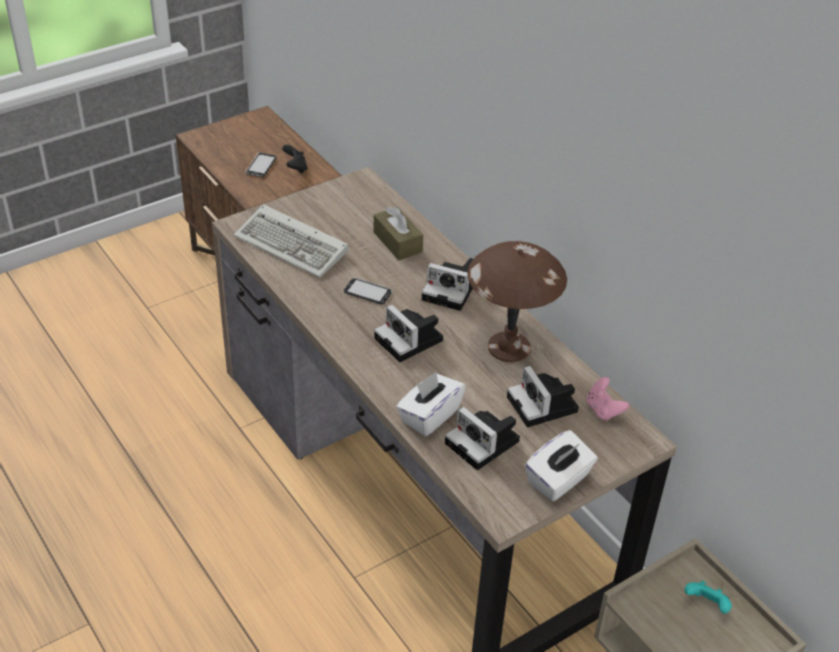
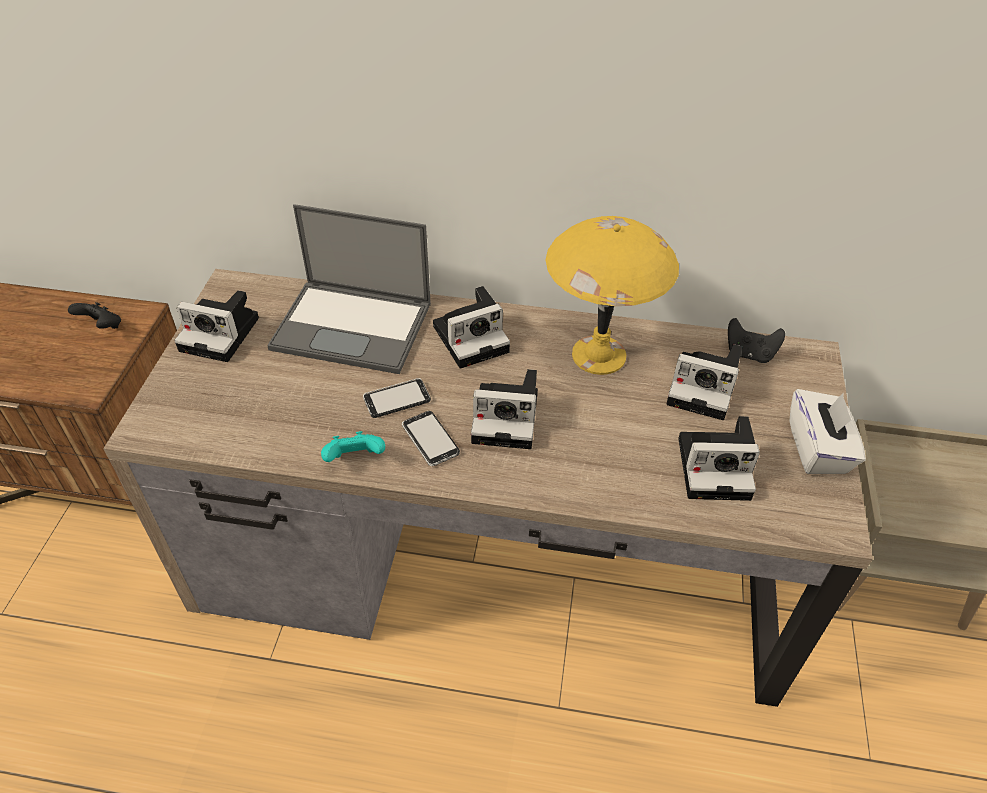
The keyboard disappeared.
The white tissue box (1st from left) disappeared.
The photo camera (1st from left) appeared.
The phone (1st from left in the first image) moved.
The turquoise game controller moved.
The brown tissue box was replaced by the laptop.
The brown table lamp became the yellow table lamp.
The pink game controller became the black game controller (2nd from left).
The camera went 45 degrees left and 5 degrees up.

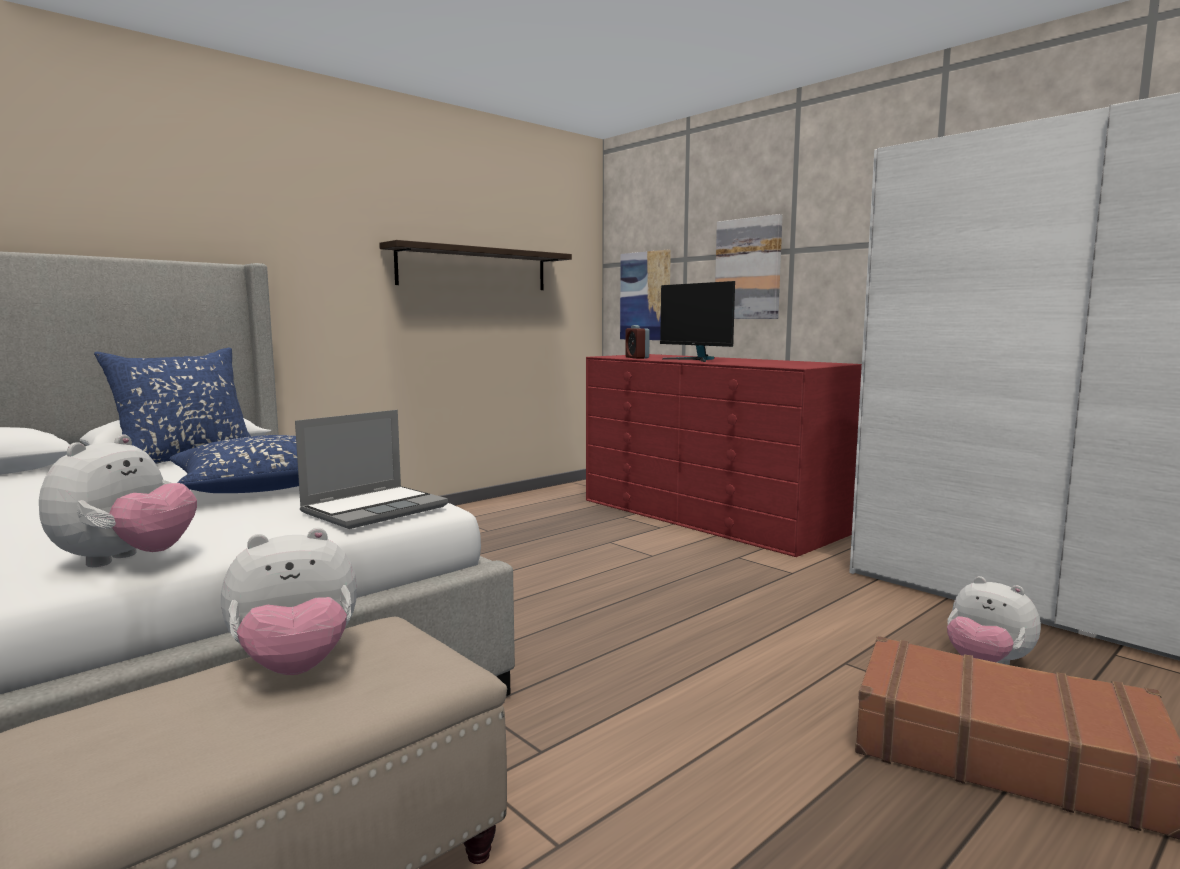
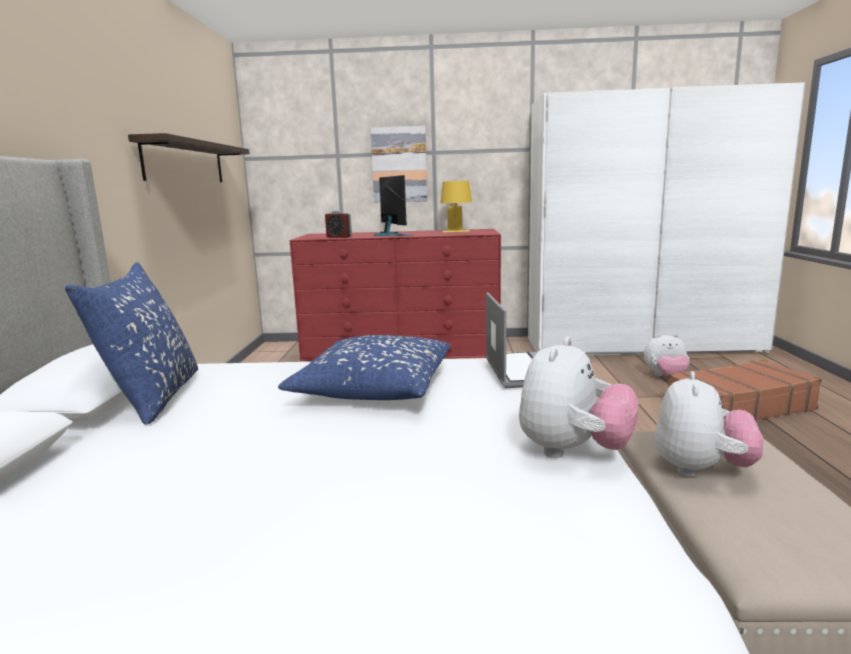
The picture (1st from left) disappeared.
The yellow table lamp appeared.
The plush toy (1st from left) turned 60 degrees clockwise.
The monitor turned 120 degrees counterclockwise.
The camera went 45 degrees left and 5 degrees up.

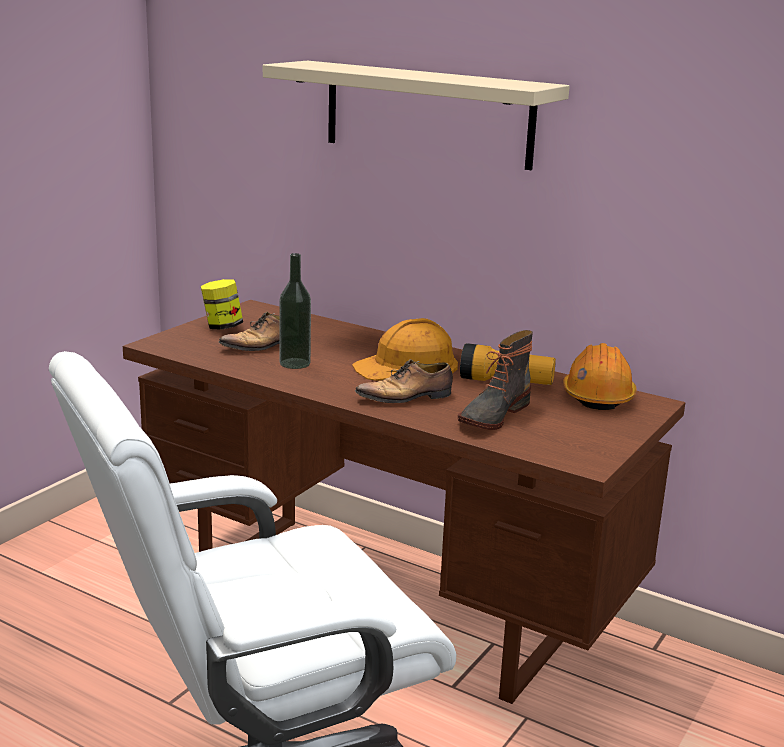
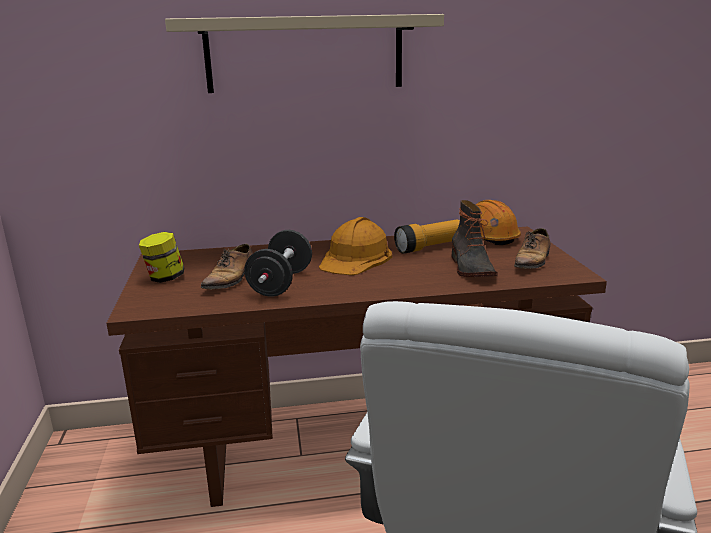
The shoe (2nd from left) moved.
The bottle was replaced by the black dumbbell.
The camera went 40 degrees left and 0 degrees up.

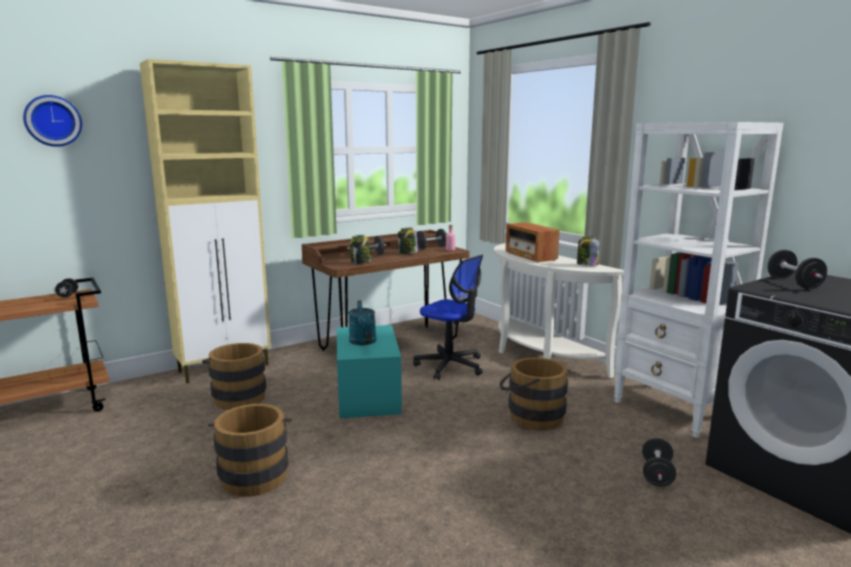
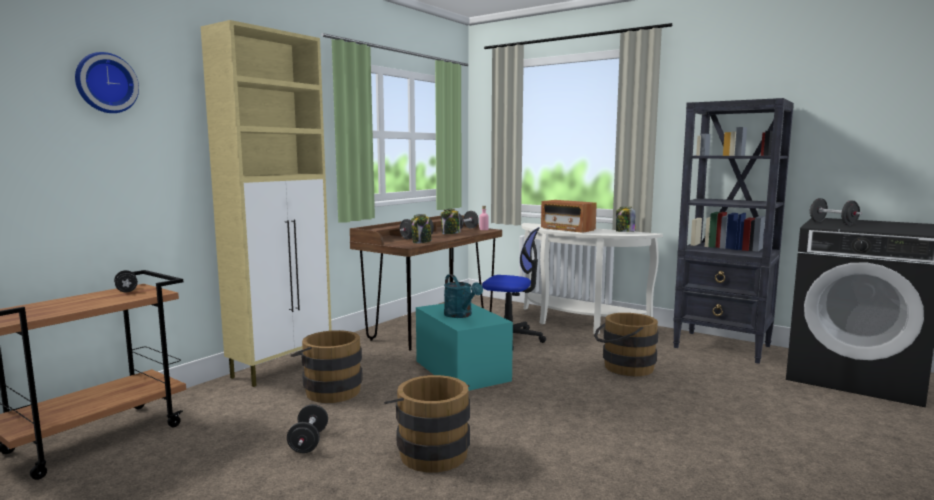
The black dumbbell (4th from left in the first image) moved.
The white bookcase became the black bookcase.
The camera went 20 degrees left and 5 degrees down.

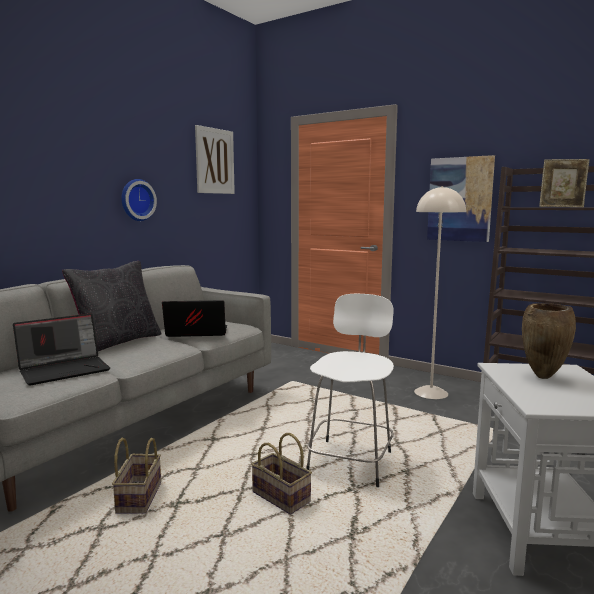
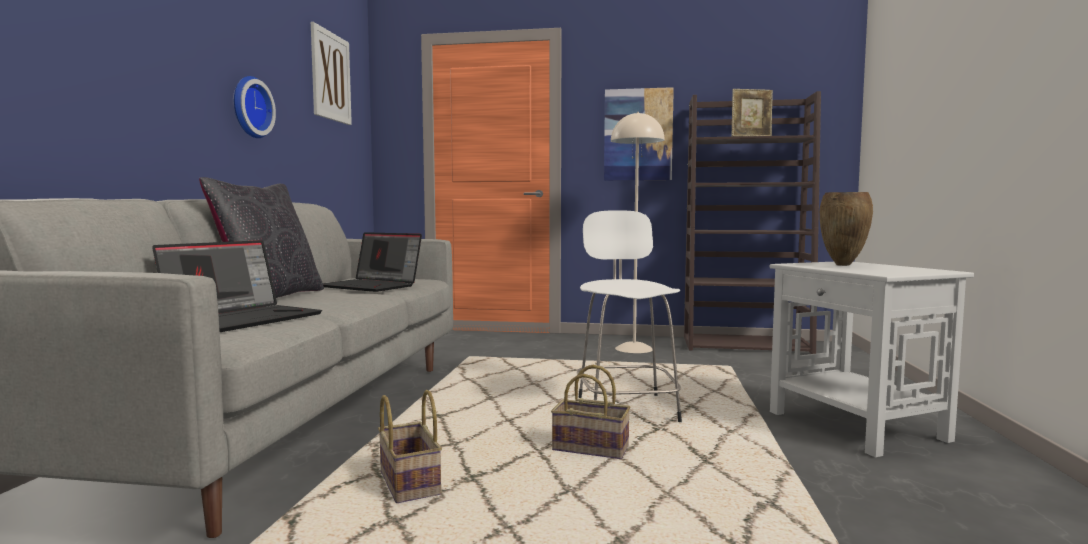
The laptop (2nd from left) turned 120 degrees counterclockwise.
The camera went 25 degrees left and 5 degrees down.

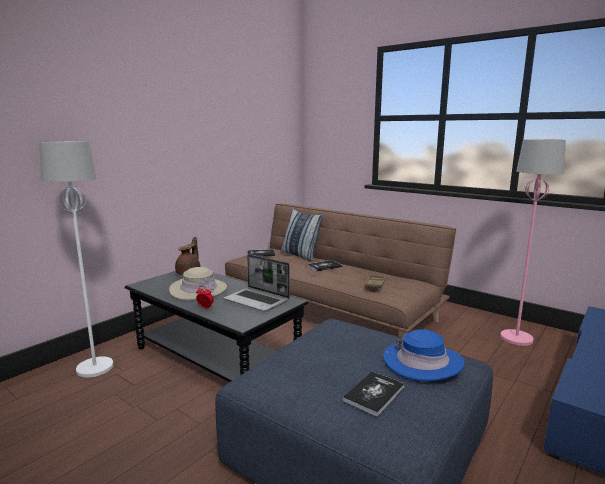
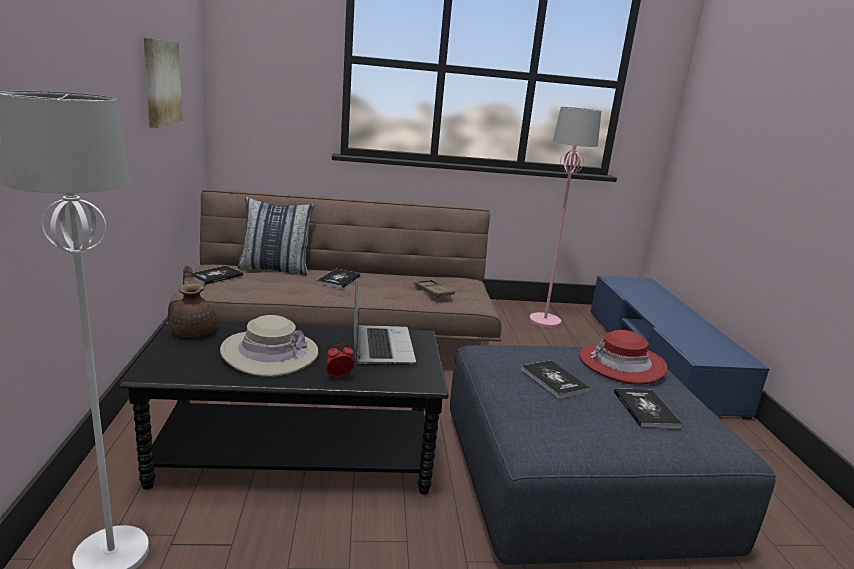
The picture appeared.
The book (3rd from left) appeared.
The blue hat became the red hat.
The laptop turned 90 degrees counterclockwise.
The camera went 45 degrees left and 5 degrees up.

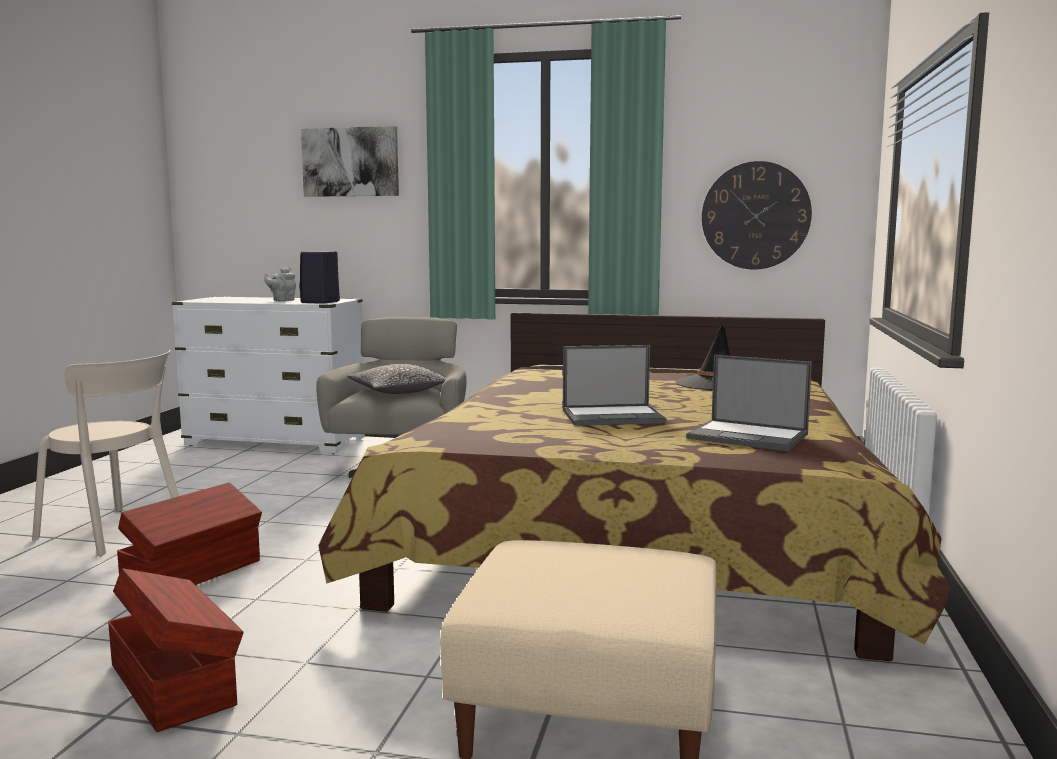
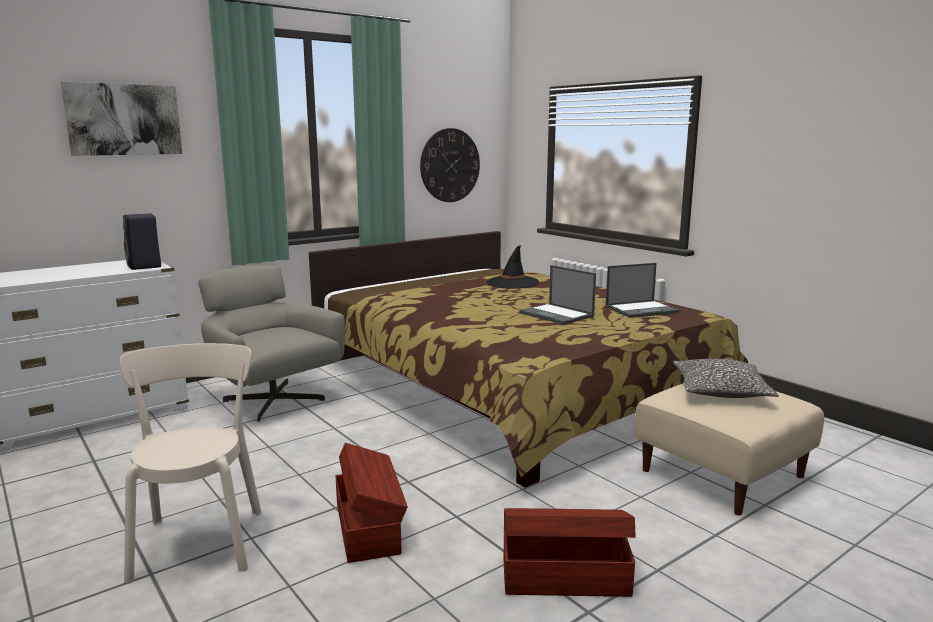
The grey teapot disappeared.
The pillow moved.
The beige chair turned 75 degrees counterclockwise.
The laptop (1st from left) turned 105 degrees clockwise.
The camera went 50 degrees left and 5 degrees up.

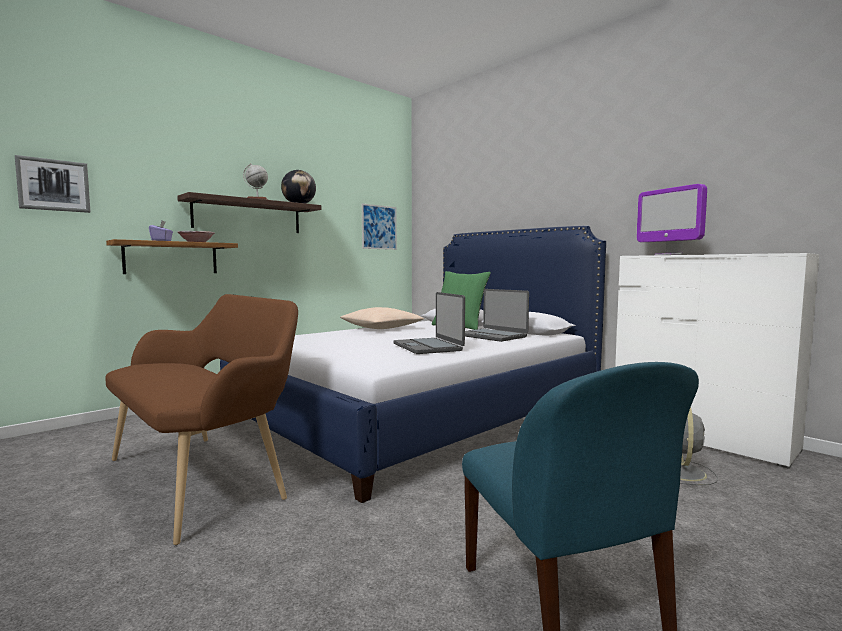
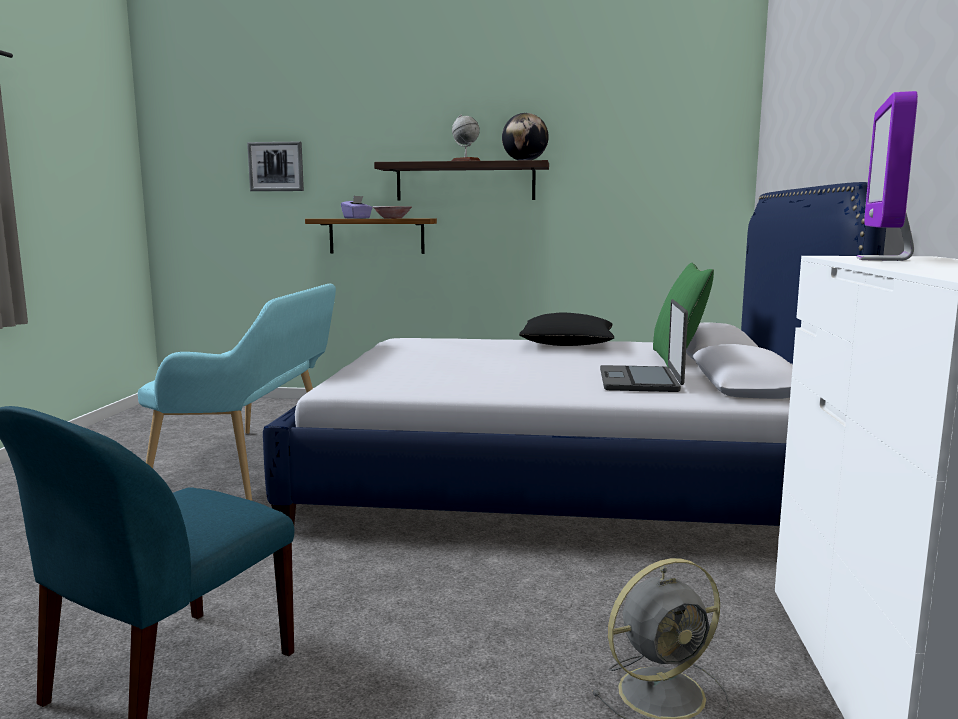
The picture (2nd from left) disappeared.
The laptop (1st from left) disappeared.
The brown bench became the turquoise bench.
The beige pillow became the black pillow.
The camera went 50 degrees right and 5 degrees up.

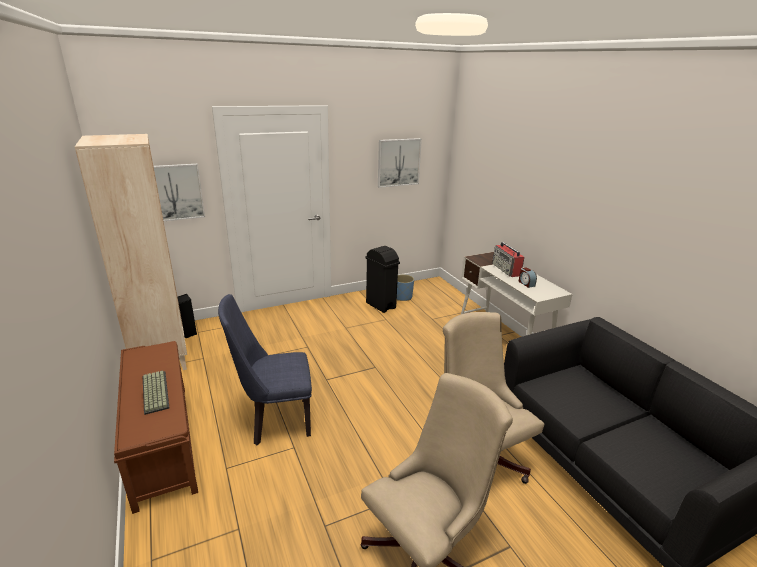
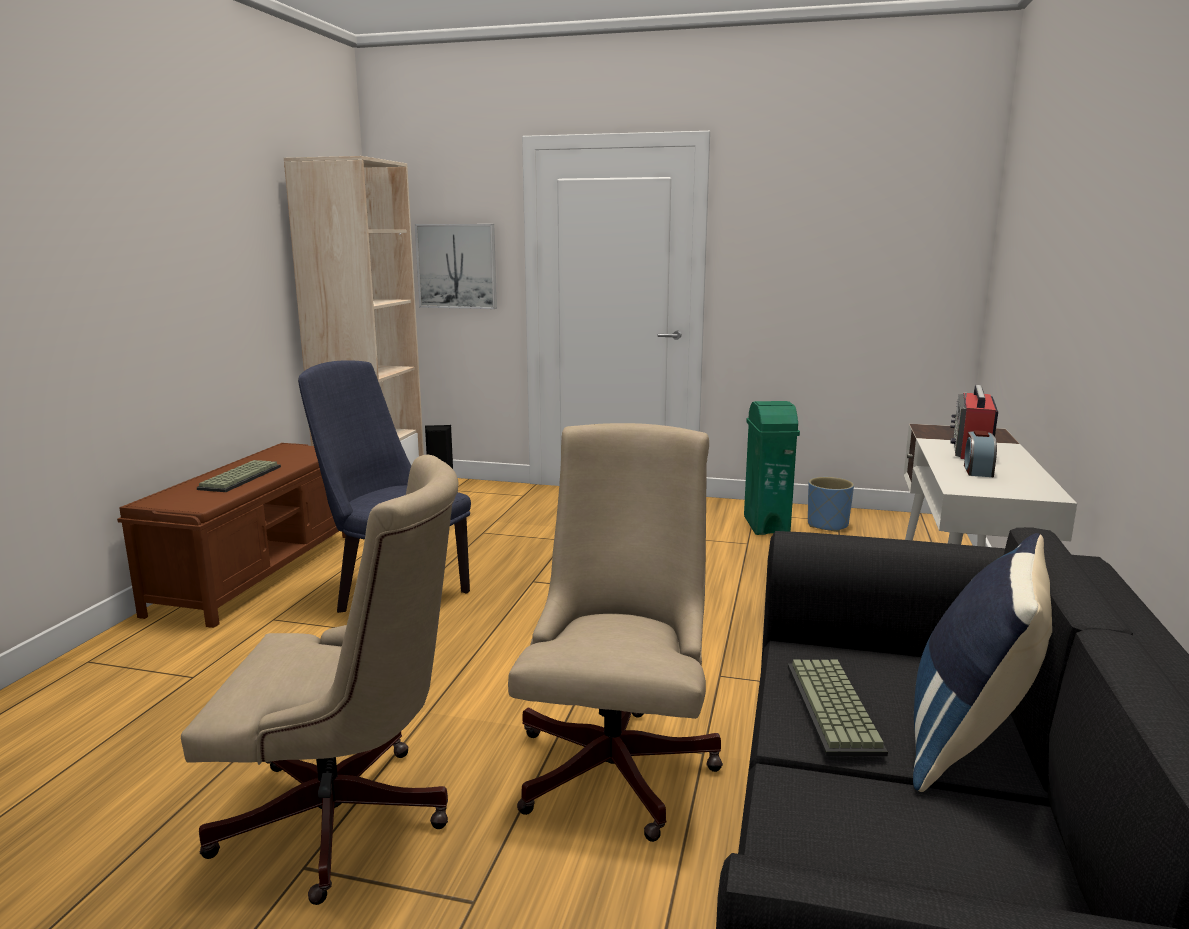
The picture (2nd from left) disappeared.
The keyboard (2nd from left) appeared.
The blue pillow appeared.
The black trash can became the green trash can.
The camera went 40 degrees right and 10 degrees down.

